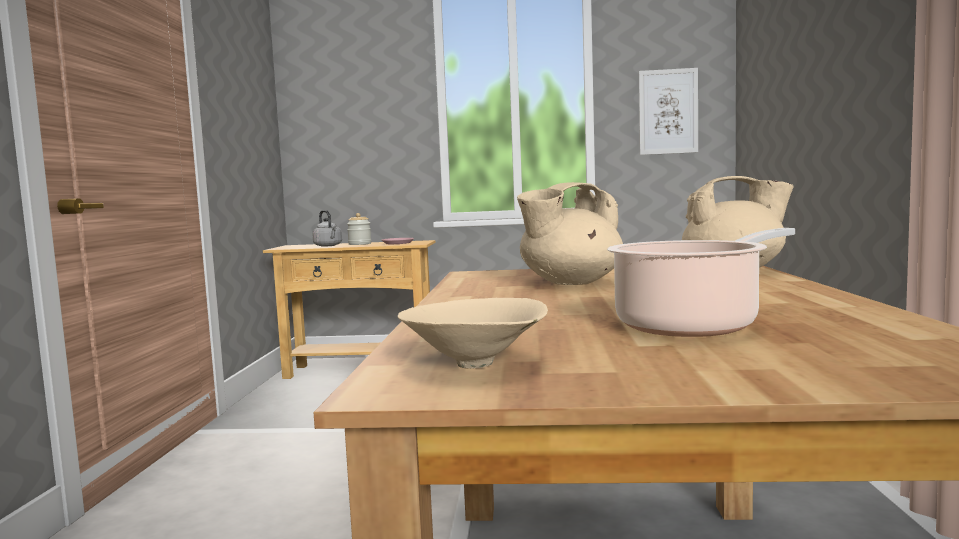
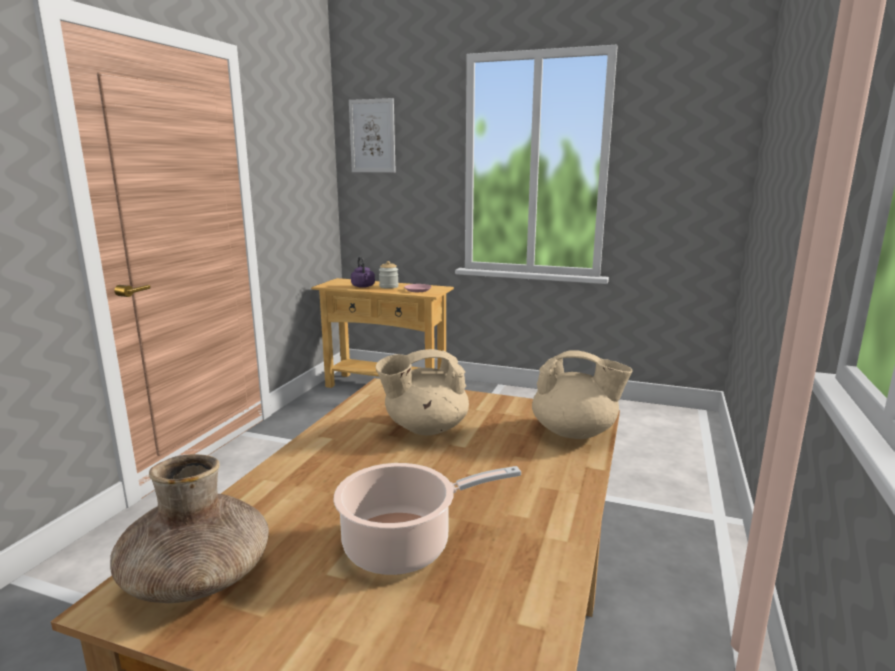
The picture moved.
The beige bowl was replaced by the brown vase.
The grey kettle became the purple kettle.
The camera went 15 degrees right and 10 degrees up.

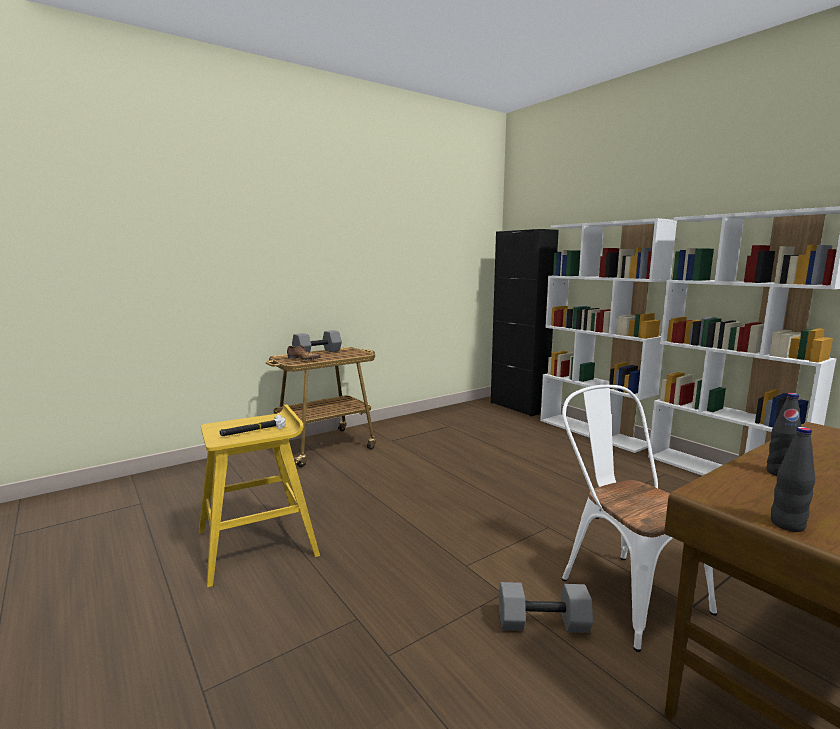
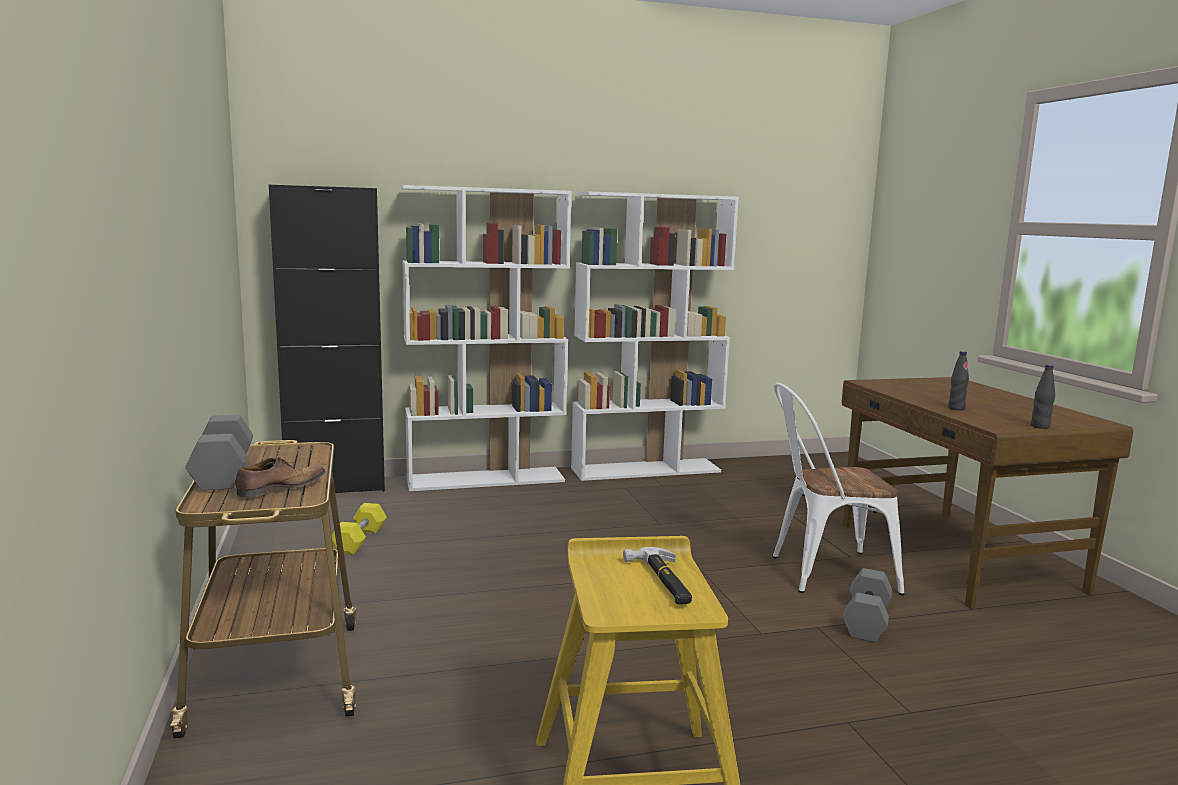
The yellow dumbbell appeared.
The camera went 70 degrees left and 0 degrees up.

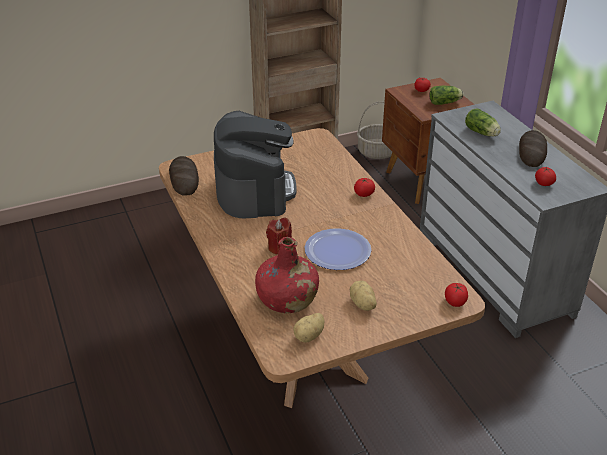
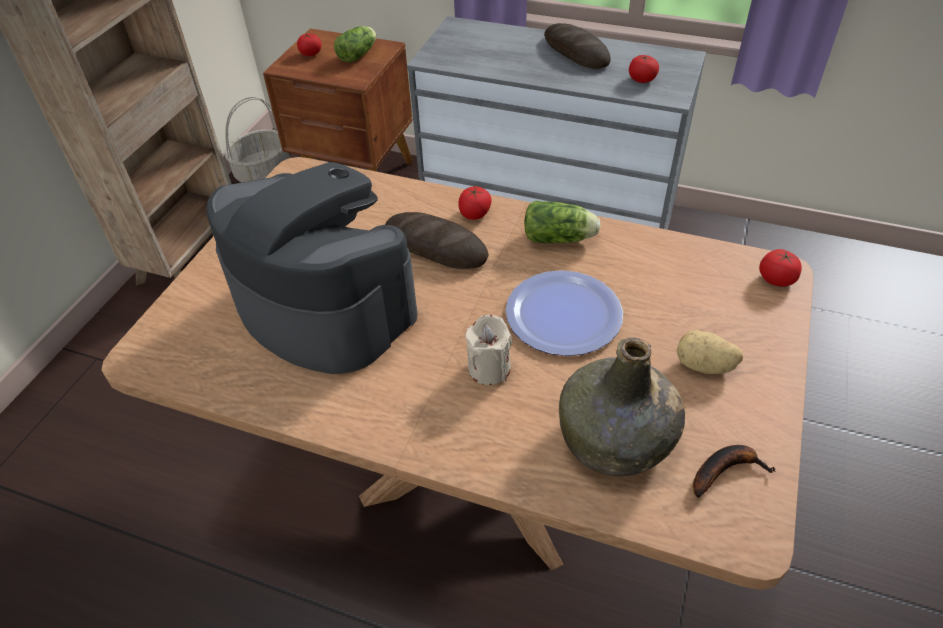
The bread (1st from left) moved.
The lettuce (2nd from left) moved.
The potato (1st from left) was replaced by the banana.
The red bottle became the green bottle.
The red candle became the beige candle.
The camera went 45 degrees left and 10 degrees up.

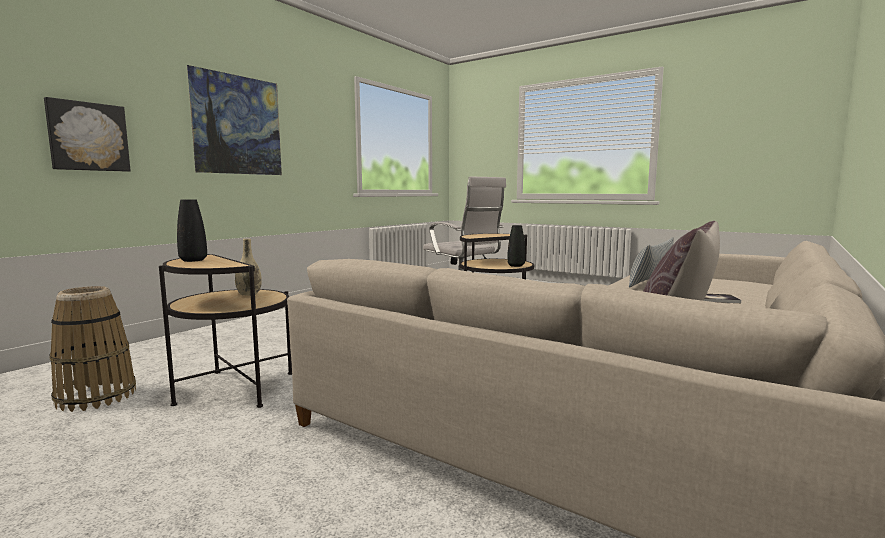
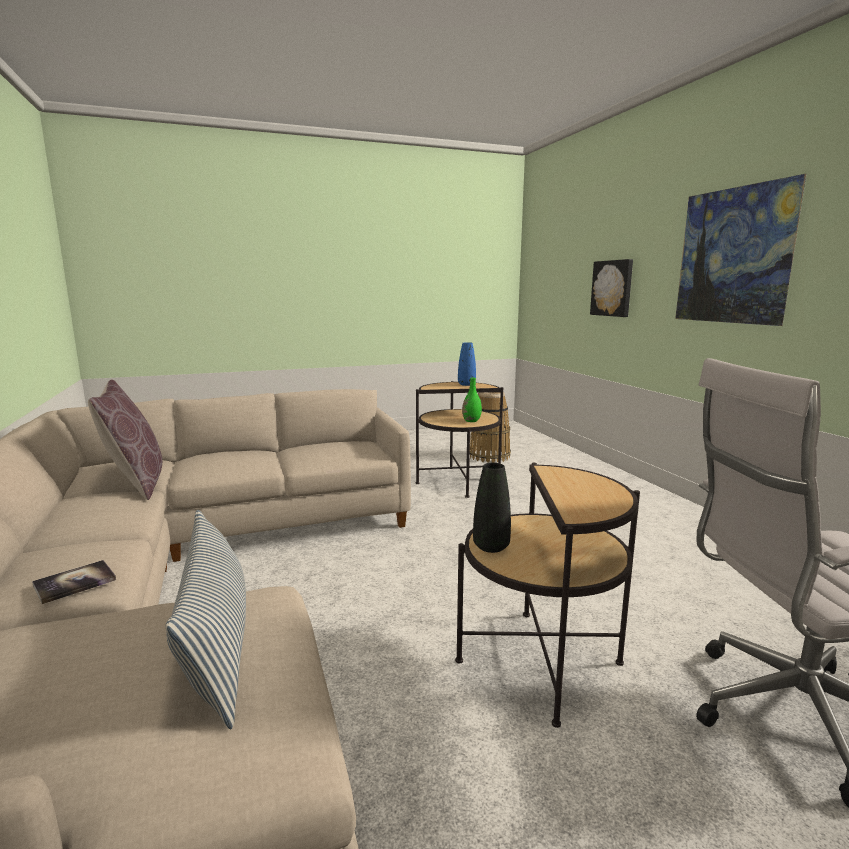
The black vase (1st from left) became the blue vase.
The beige vase became the green vase.
The camera went 125 degrees right and 5 degrees up.

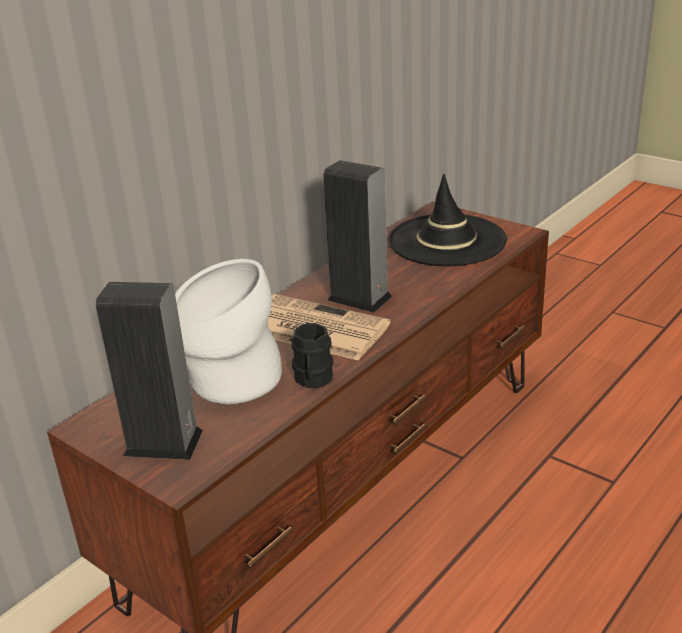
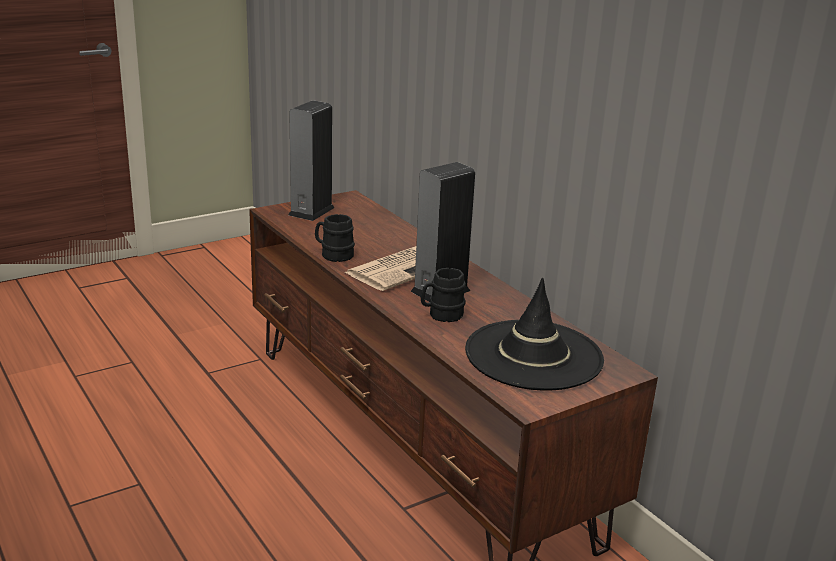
The white vase disappeared.
The black mug (2nd from left) appeared.
The camera went 105 degrees right and 5 degrees down.

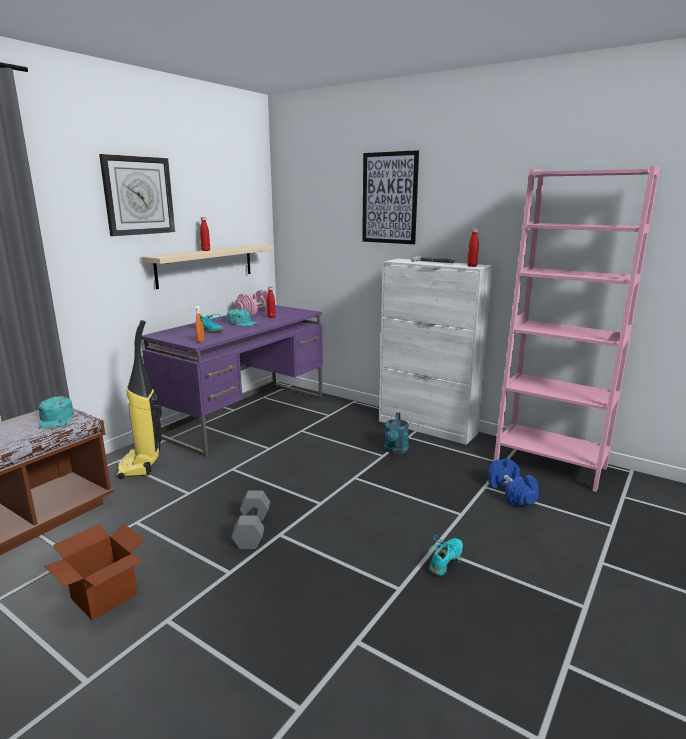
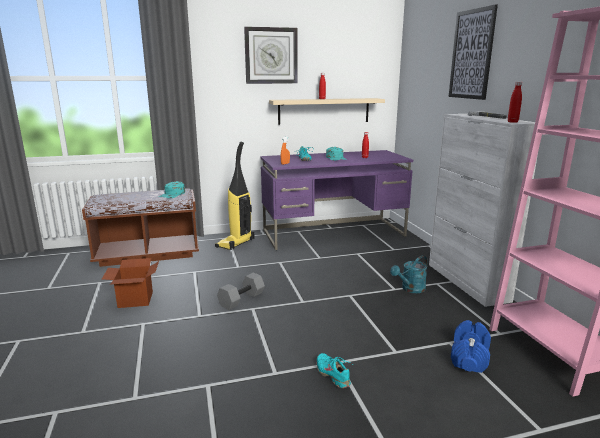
The pink dumbbell disappeared.
The turquoise shoe (2nd from left) turned 105 degrees counterclockwise.
The camera went 40 degrees right and 0 degrees up.

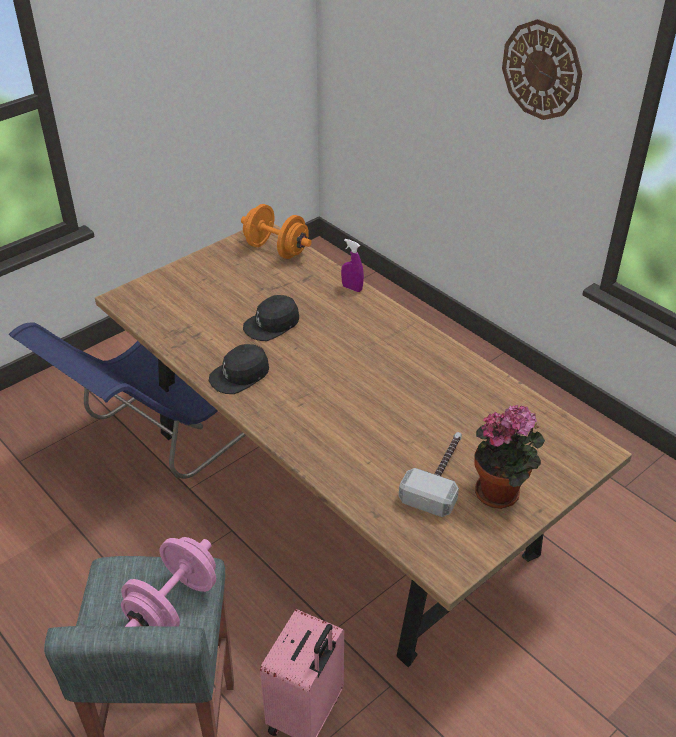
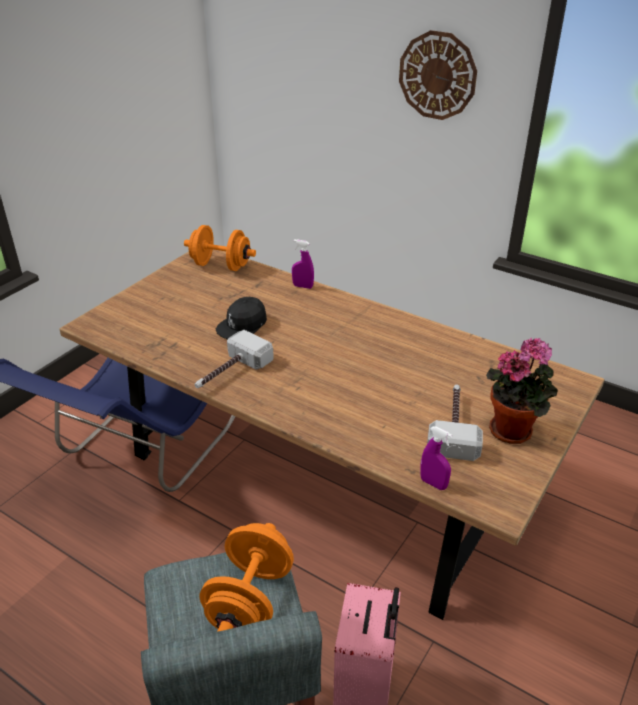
The purple spray bottle (2nd from left) appeared.
The black cap (1st from left) was replaced by the hammer (1st from left).
The pink dumbbell became the orange dumbbell (2nd from left).
The camera went 15 degrees left and 5 degrees down.

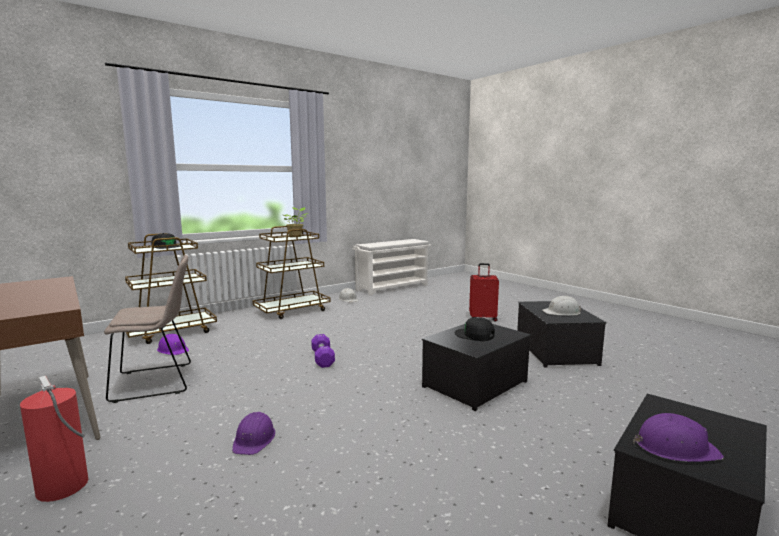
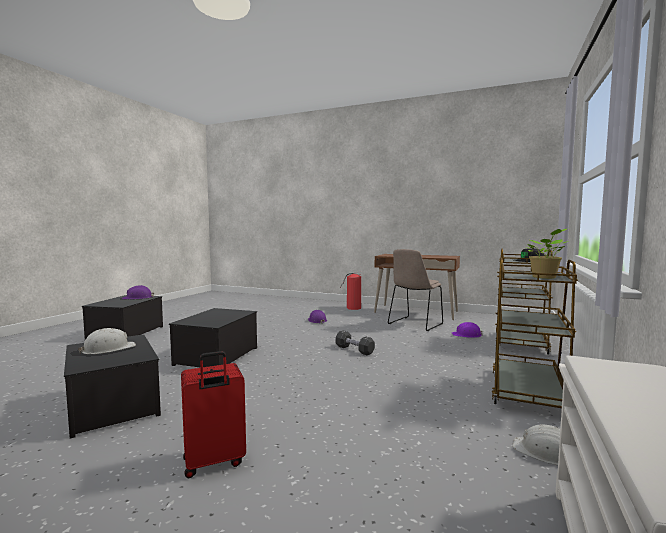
The black cap (2nd from left) disappeared.
The purple dumbbell became the black dumbbell.
The camera went 150 degrees right and 5 degrees down.

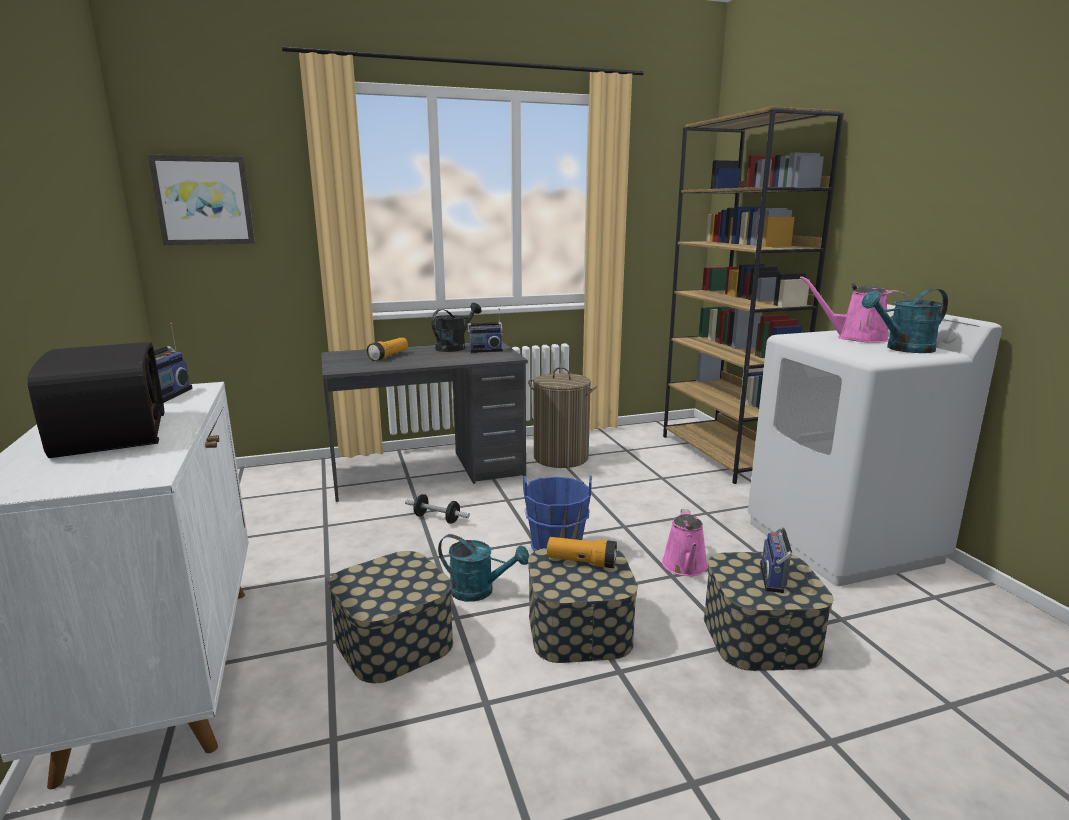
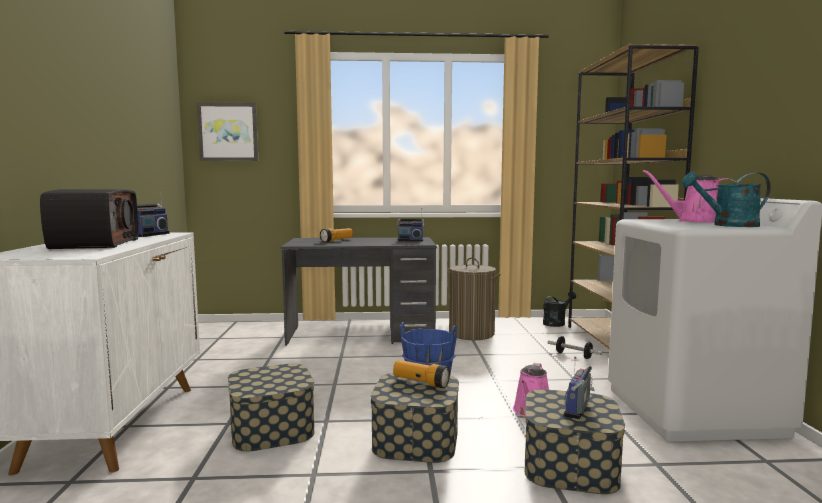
The turquoise watering can (1st from left) disappeared.
The dumbbell moved.
The black watering can moved.
The camera went 15 degrees right and 10 degrees down.

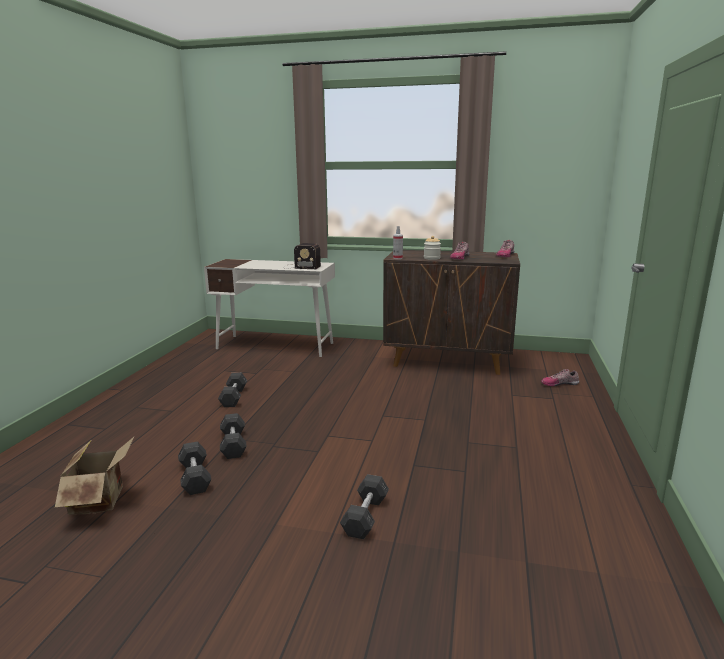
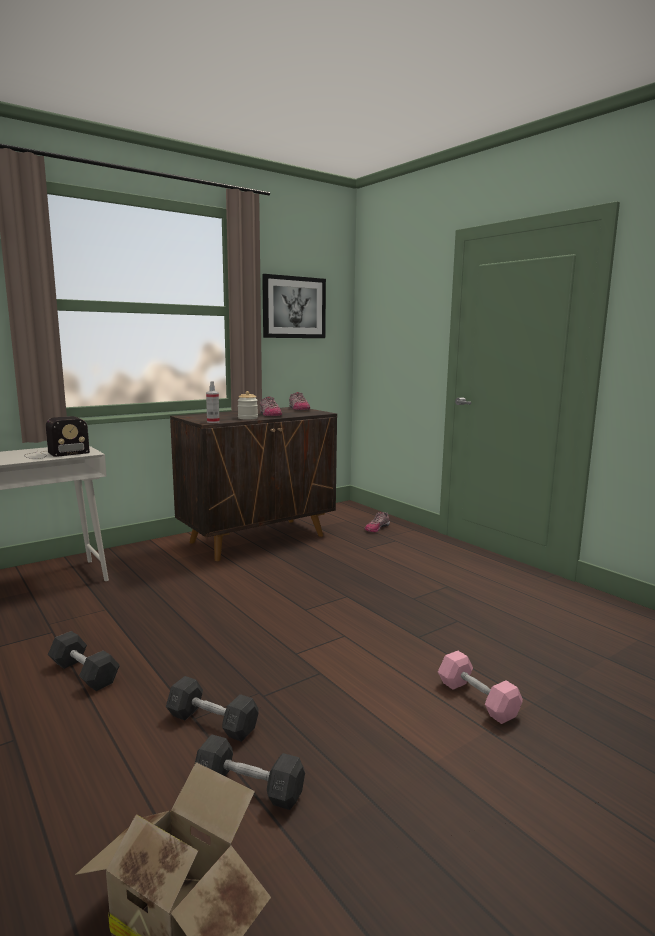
The picture appeared.
The grey dumbbell (4th from left) became the pink dumbbell.
The camera went 50 degrees left and 5 degrees down.

